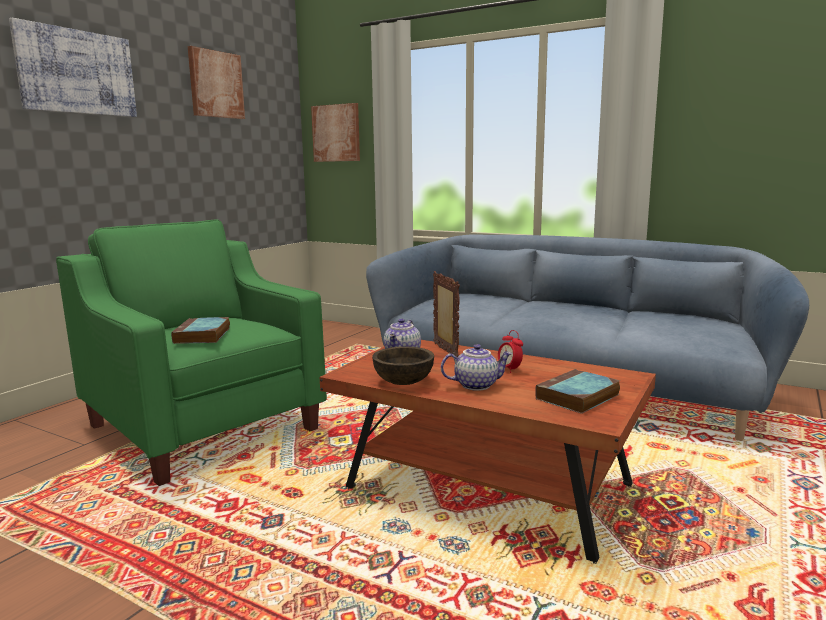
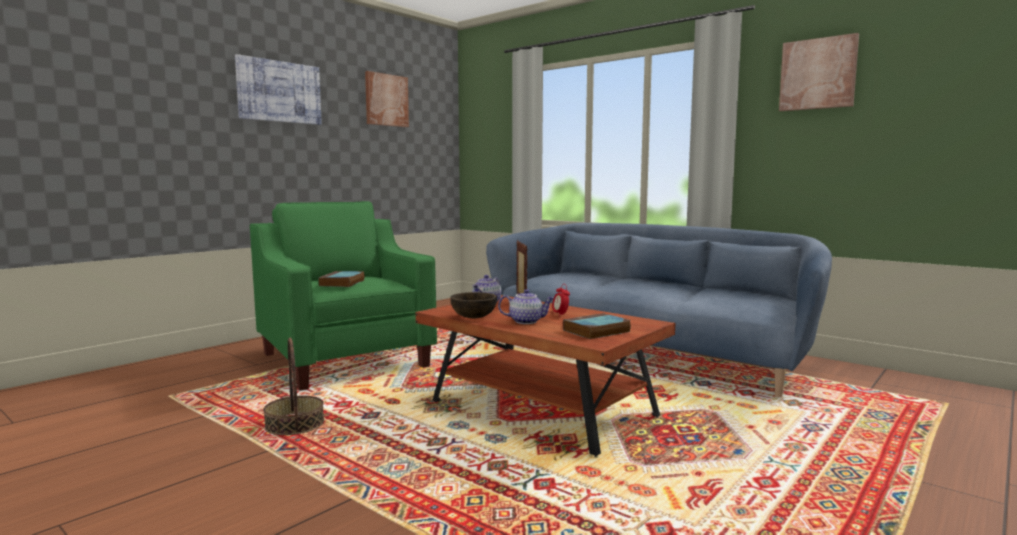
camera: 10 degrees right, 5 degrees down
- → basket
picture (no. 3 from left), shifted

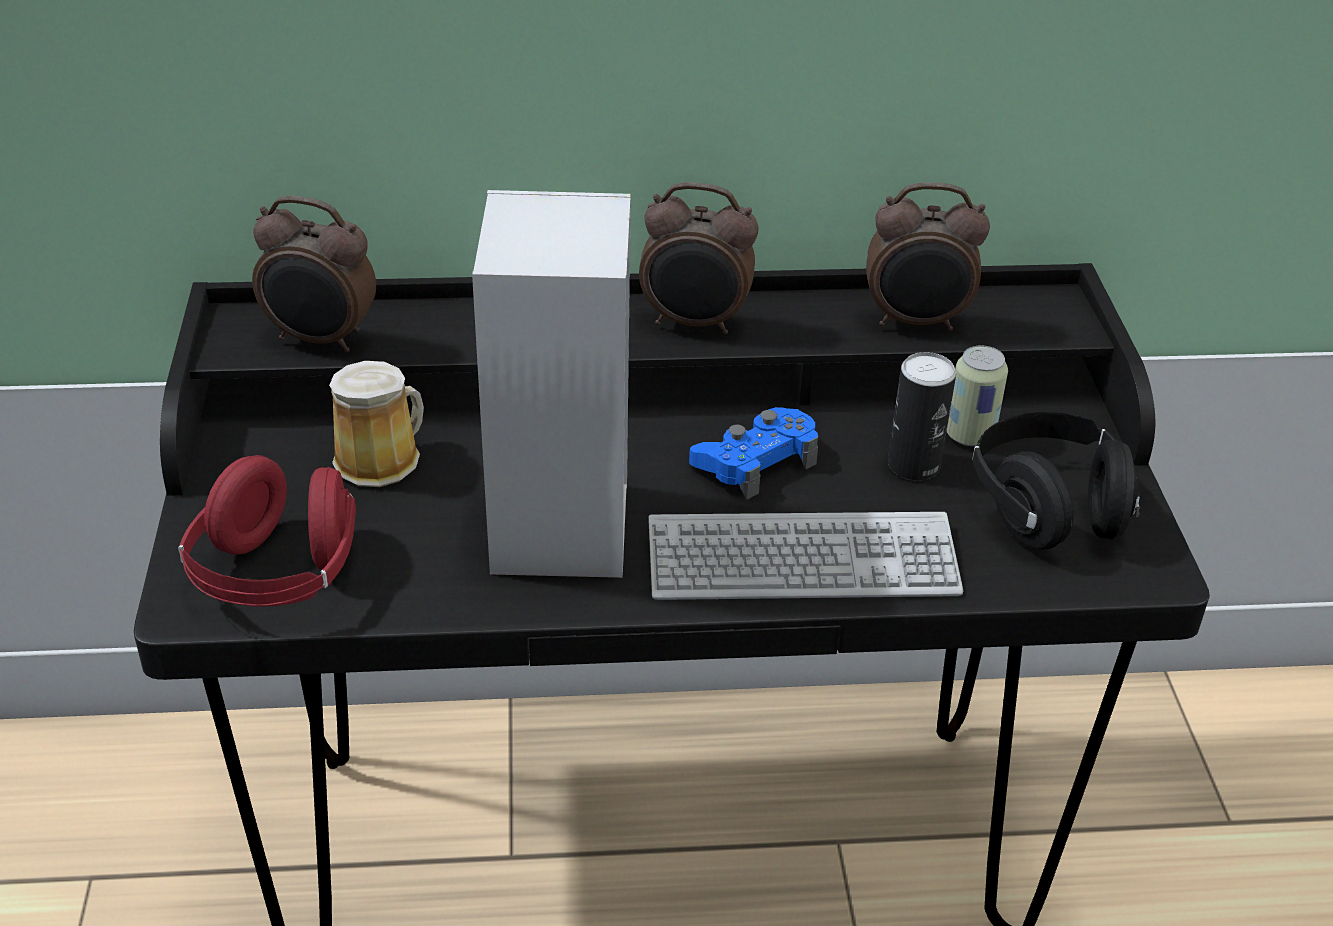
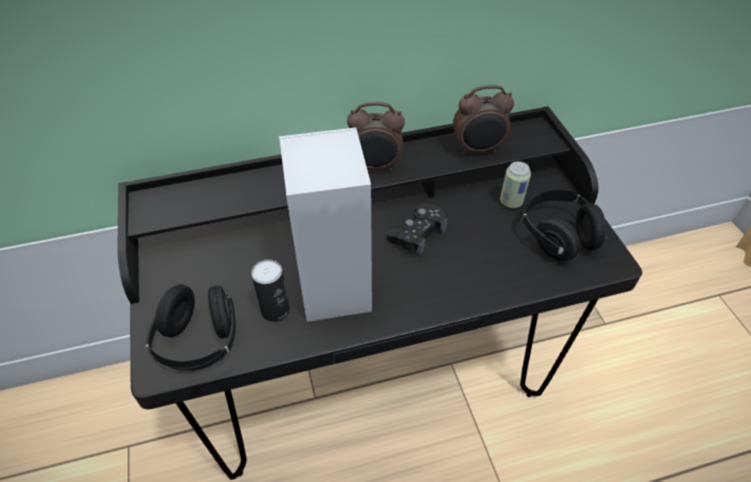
camera: 10 degrees left, 10 degrees up
alarm clock (no. 1 from left) → -
mug → -
keyboard → -
can (no. 1 from left), shifted
headphones in red → headphones in black (no. 1 from left)
game controller in blue → game controller in black

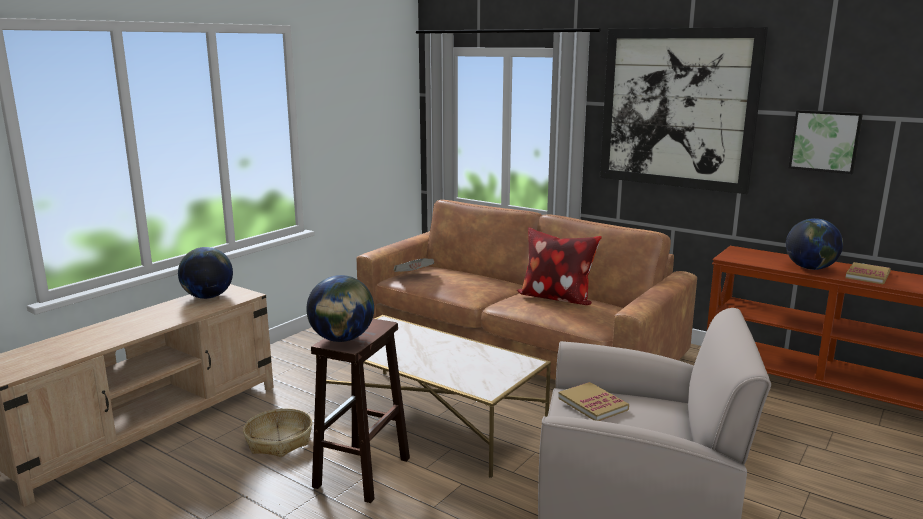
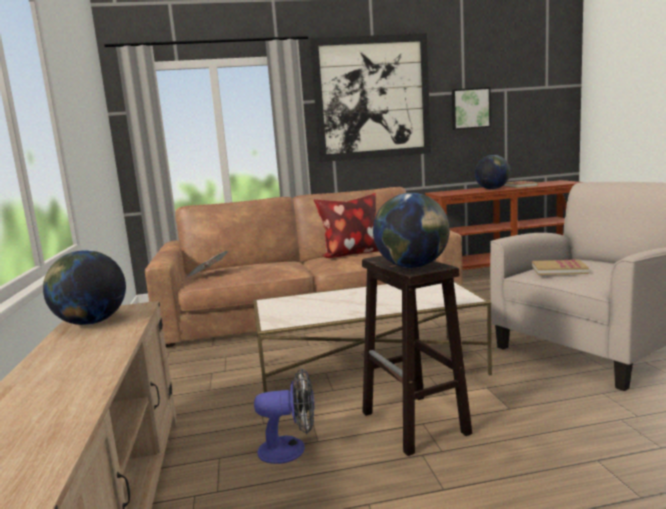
camera: 45 degrees left, 5 degrees down
basket → fan

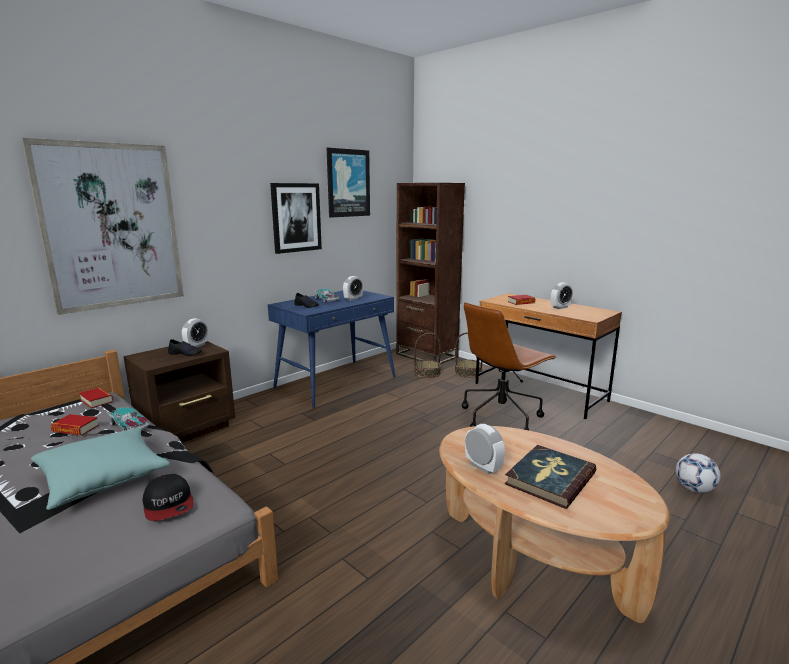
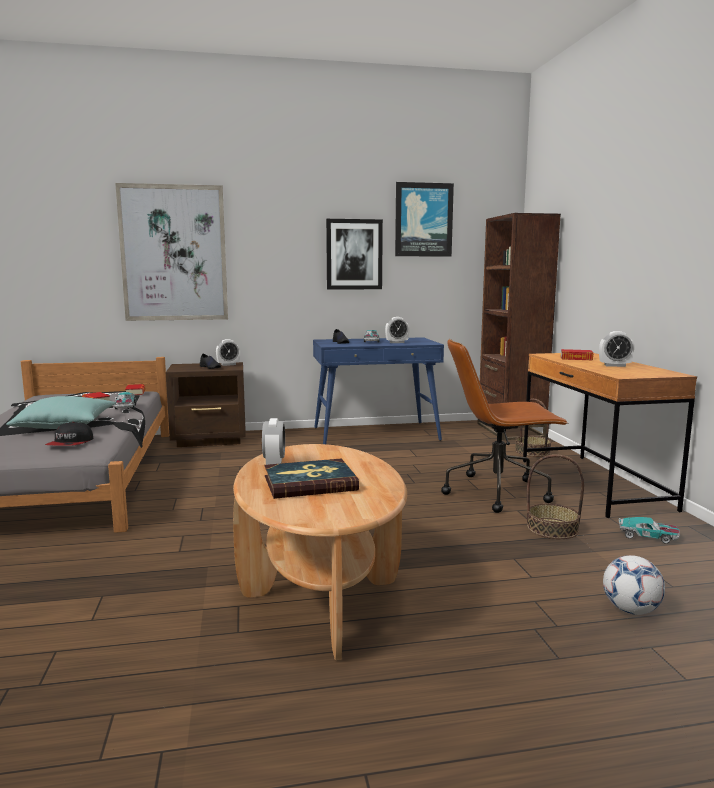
camera: 35 degrees right, 5 degrees down
- → toy car (no. 3 from left)
basket (no. 1 from left in the first image) → basket (no. 2 from left), shifted

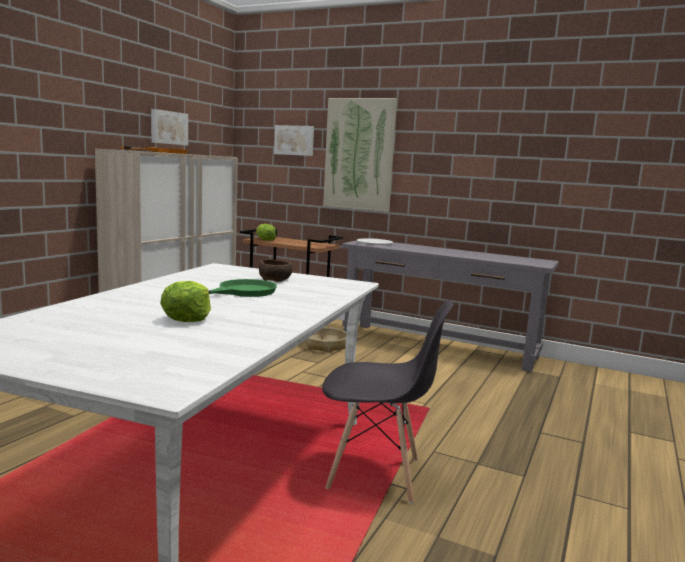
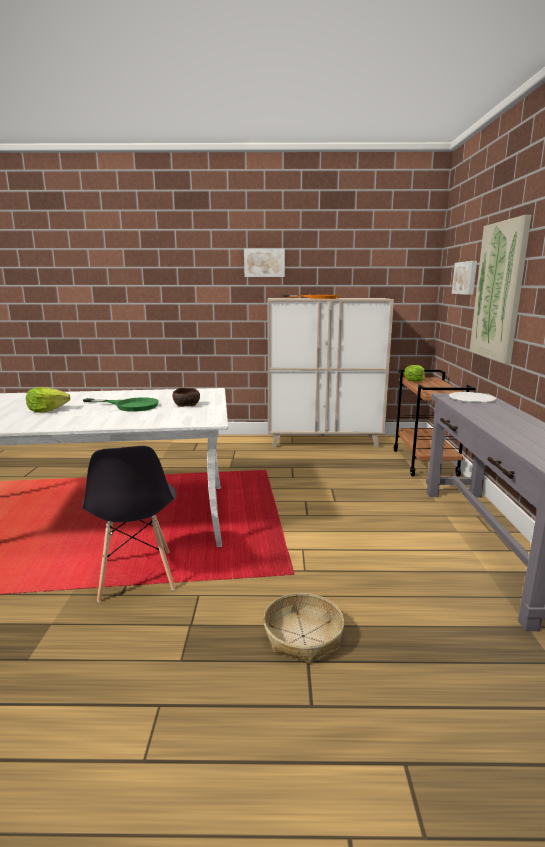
camera: 65 degrees right, 5 degrees up
picture (no. 1 from left), shifted
basket, shifted

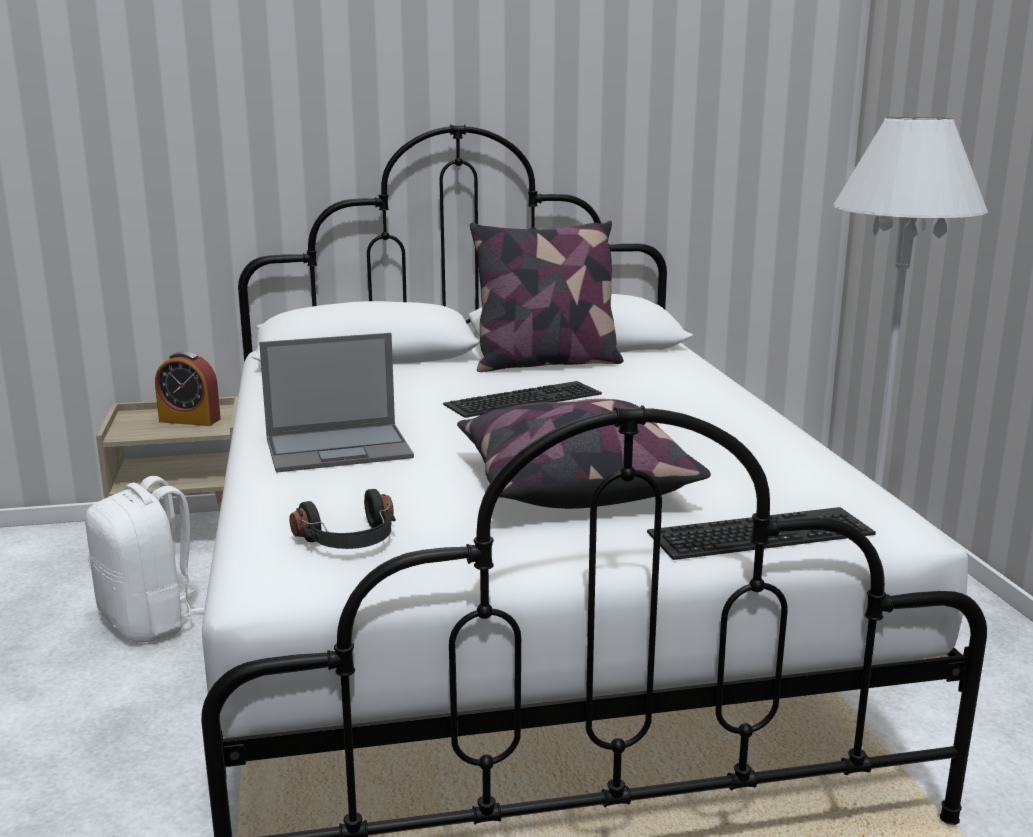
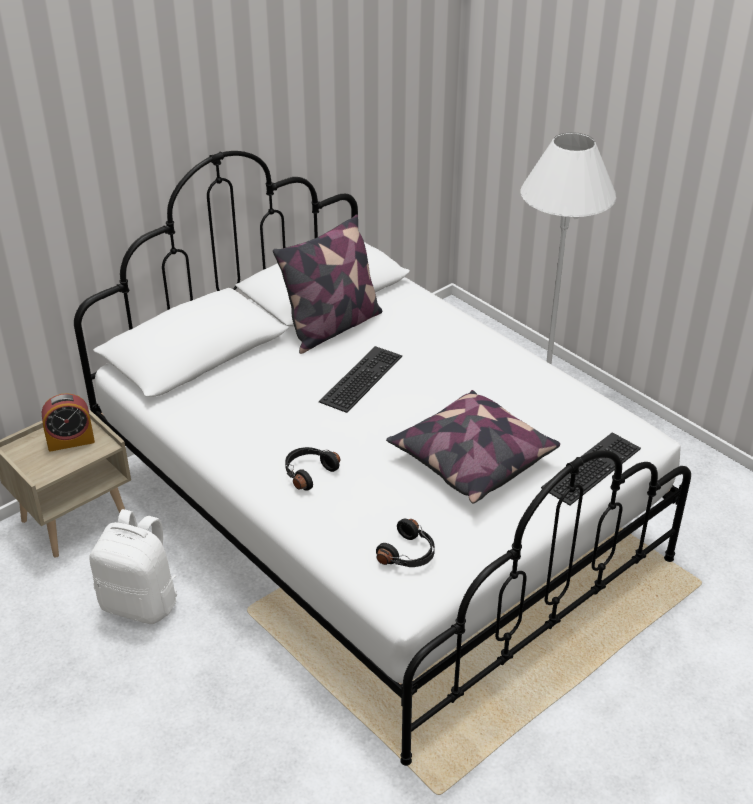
camera: 30 degrees left, 20 degrees up
laptop → headphones in black (no. 1 from left)

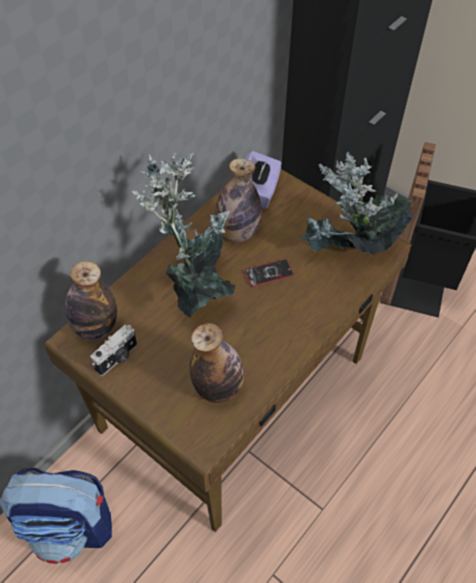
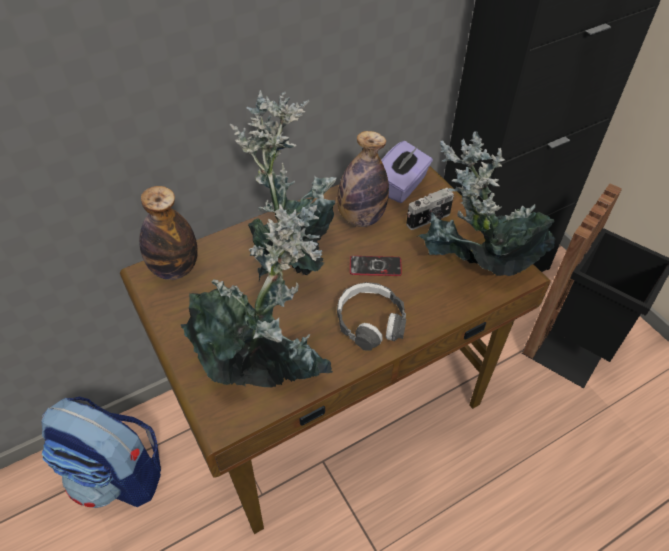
camera: 20 degrees right, 5 degrees down
- → headphones
photo camera, shifted
bottle (no. 2 from left) → potted plant (no. 1 from left)

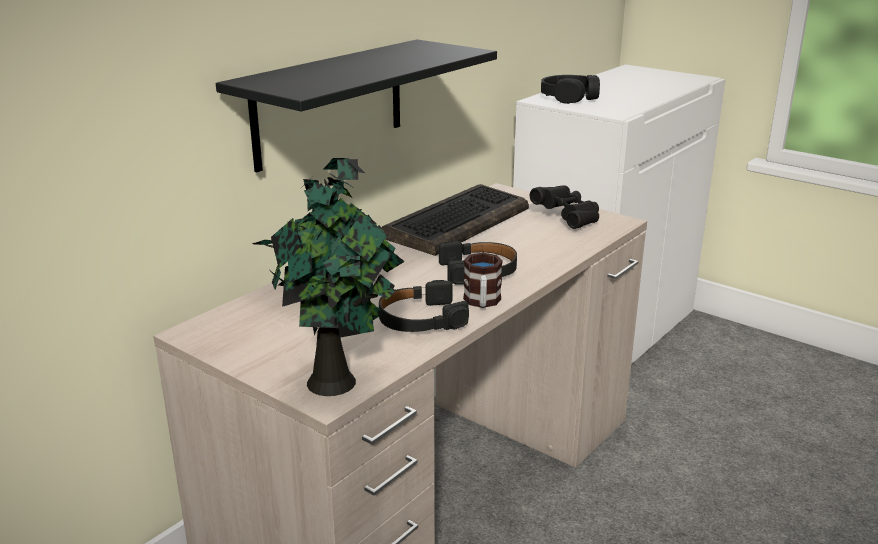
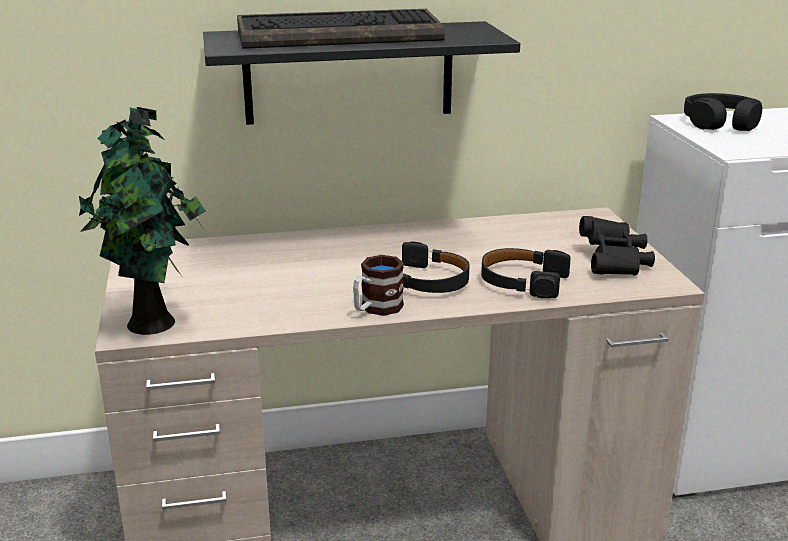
camera: 40 degrees right, 0 degrees up
headphones in black (no. 1 from left in the first image) → headphones in black (no. 2 from left), shifted
keyboard, shifted

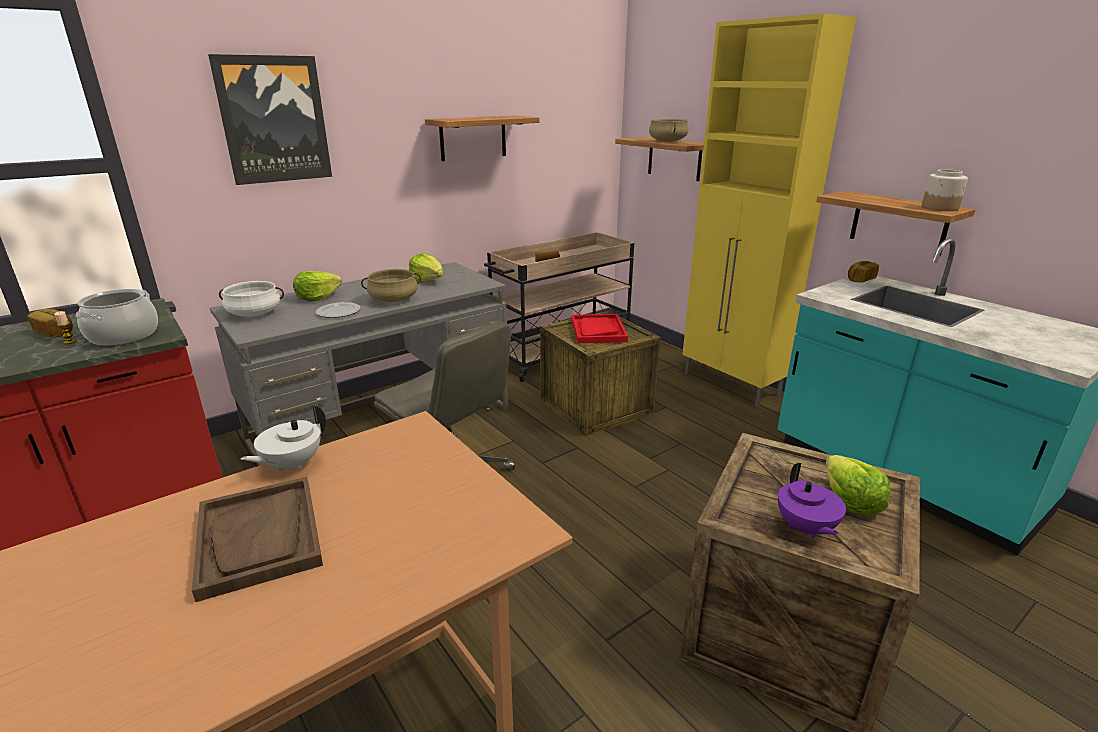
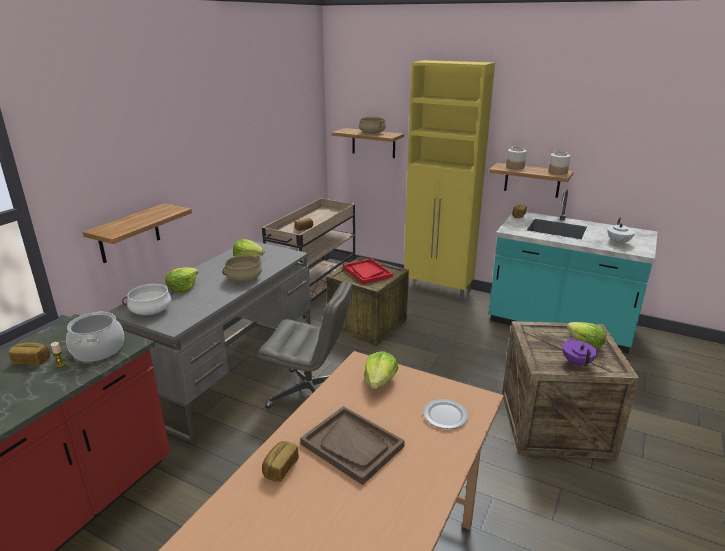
camera: 25 degrees left, 0 degrees up
picture → -
- → bread (no. 2 from left)
- → lettuce (no. 3 from left)
- → jar (no. 1 from left)
teapot in white, shifted
plate, shifted
shelf (no. 1 from left), shifted
teapot in purple, 150 degrees counterclockwise

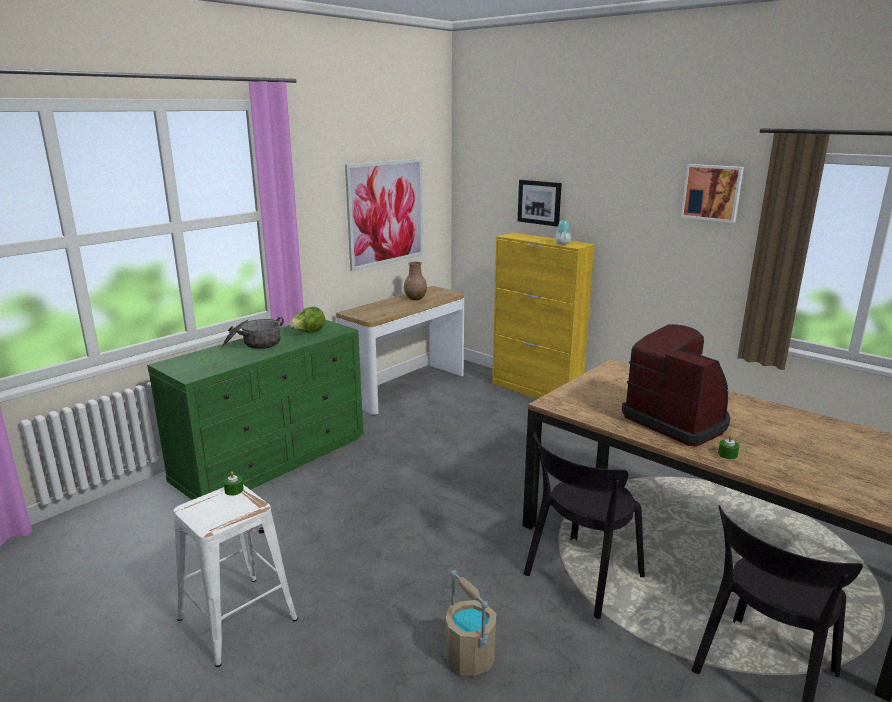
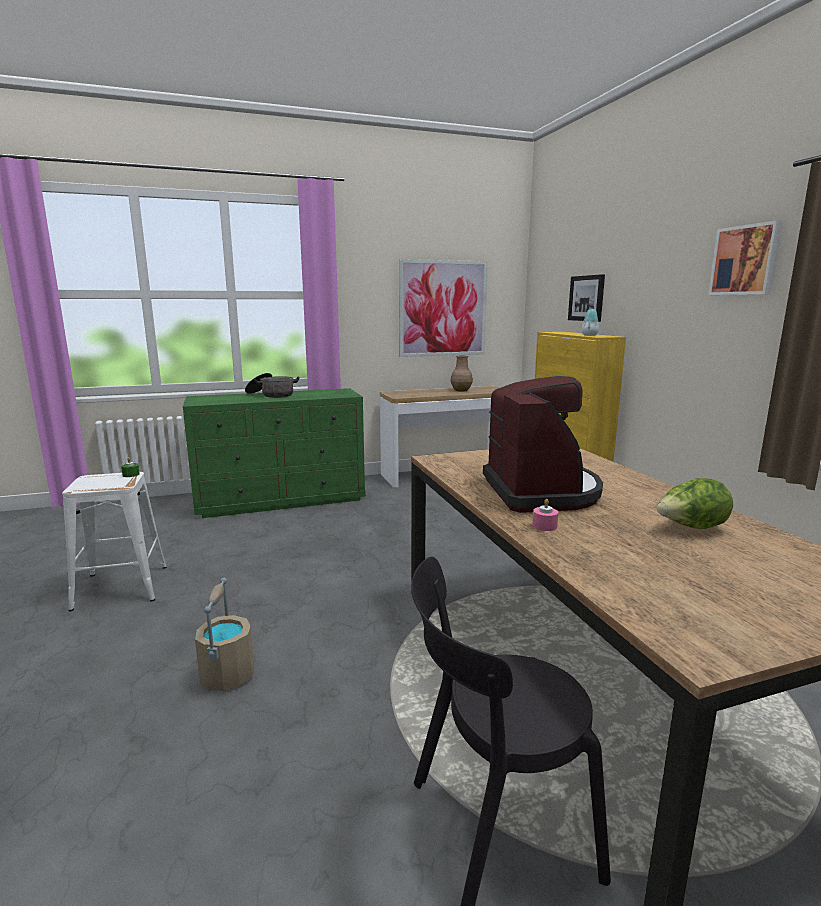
camera: 30 degrees right, 5 degrees down
chair in black (no. 1 from left) → -
lettuce, shifted
candle in green (no. 2 from left) → candle in pink

